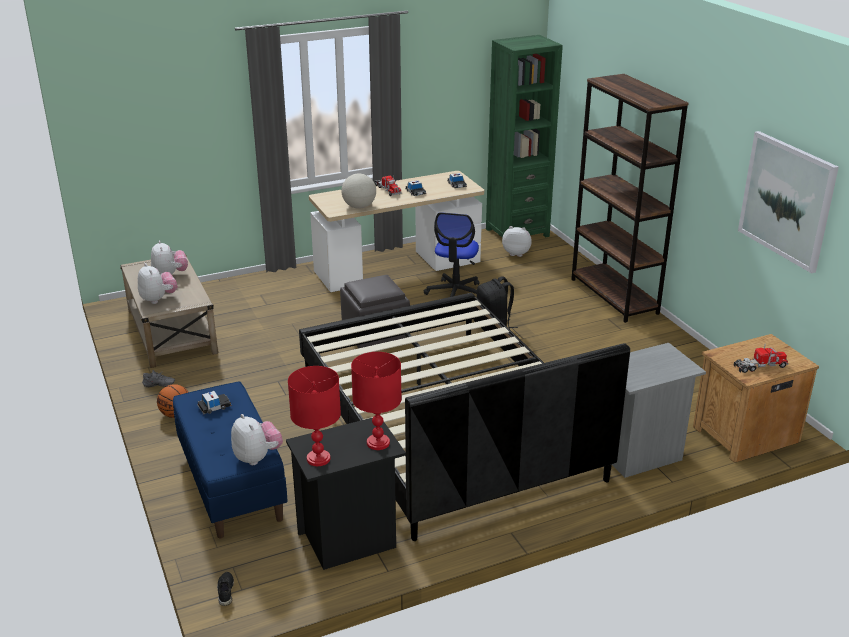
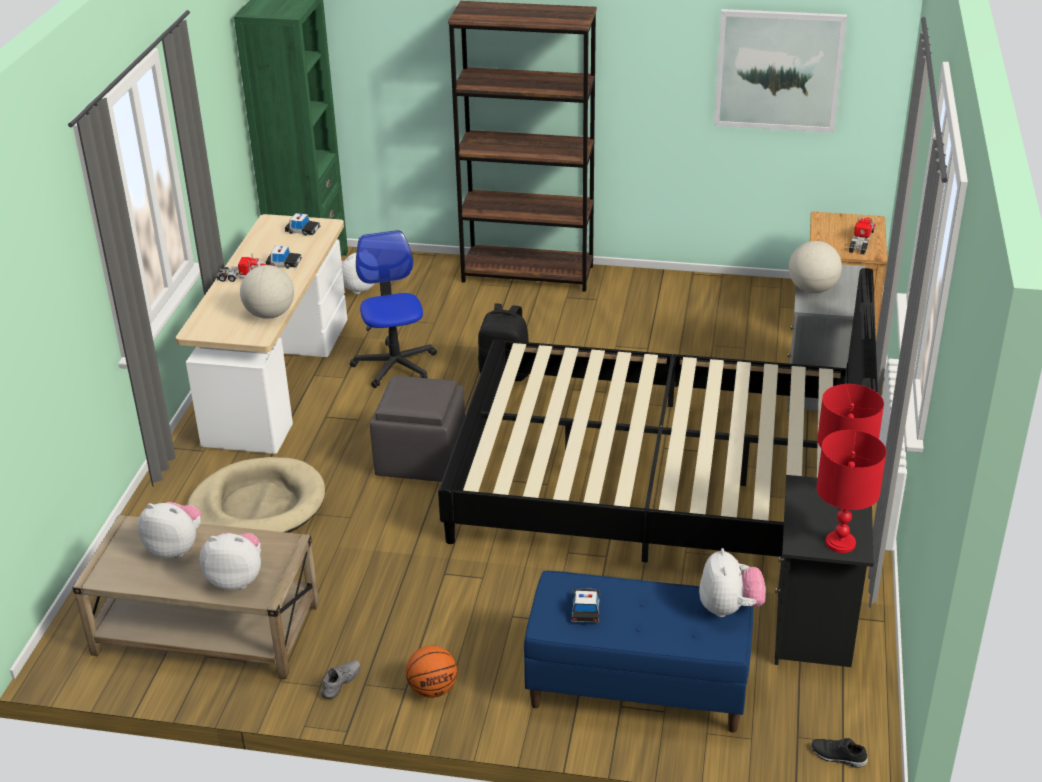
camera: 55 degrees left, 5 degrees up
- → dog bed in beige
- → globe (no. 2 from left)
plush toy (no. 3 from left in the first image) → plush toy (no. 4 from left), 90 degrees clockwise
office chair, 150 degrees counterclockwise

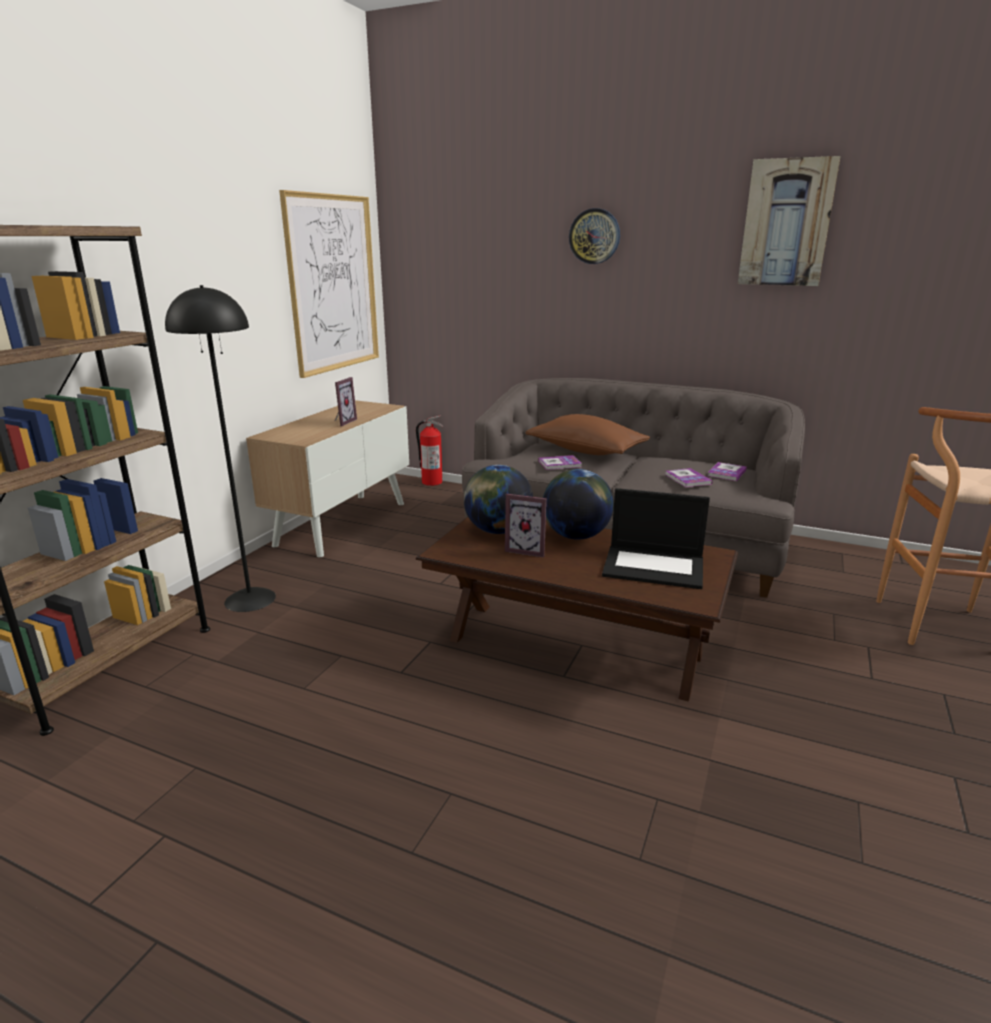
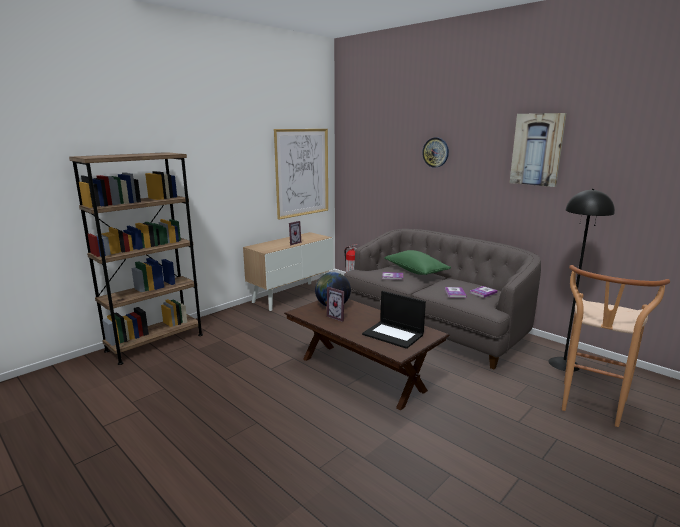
camera: 20 degrees right, 5 degrees down
globe (no. 2 from left) → -
floor lamp in black, shifted
pillow in brown → pillow in green

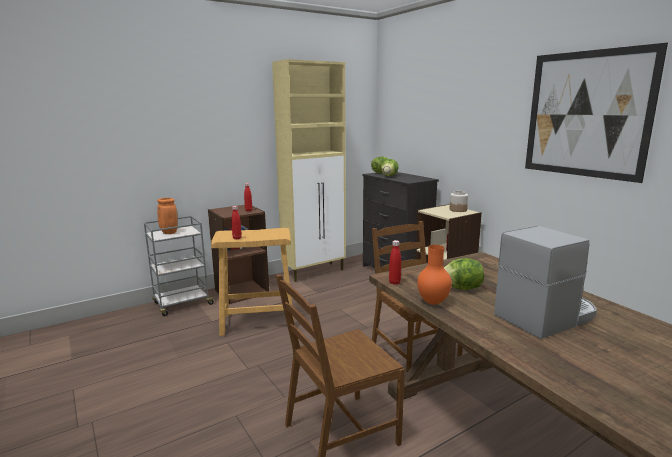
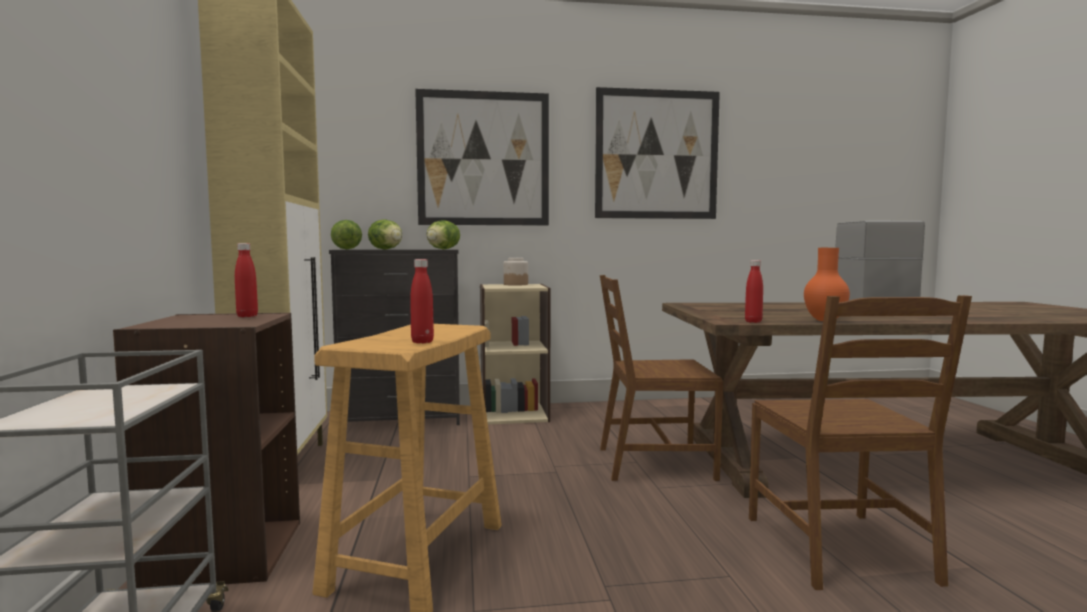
camera: 65 degrees left, 10 degrees down
vase in orange (no. 1 from left) → -
- → picture (no. 1 from left)
lettuce (no. 3 from left), shifted

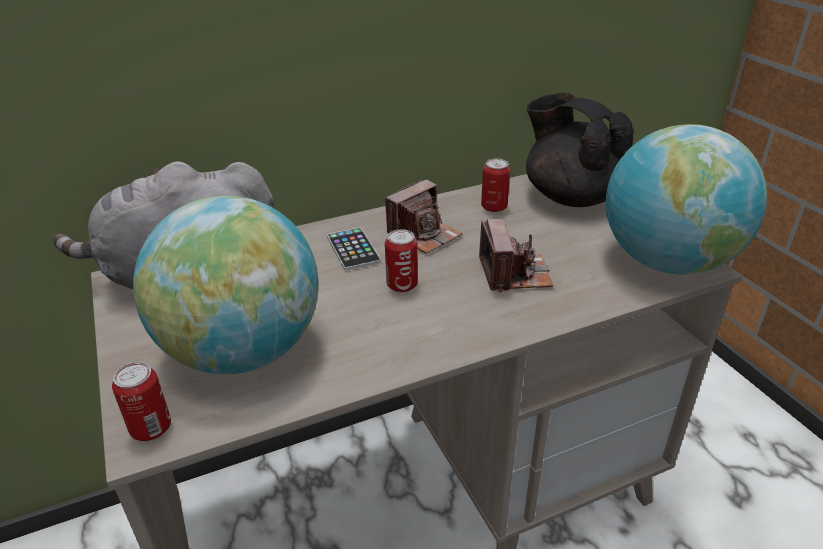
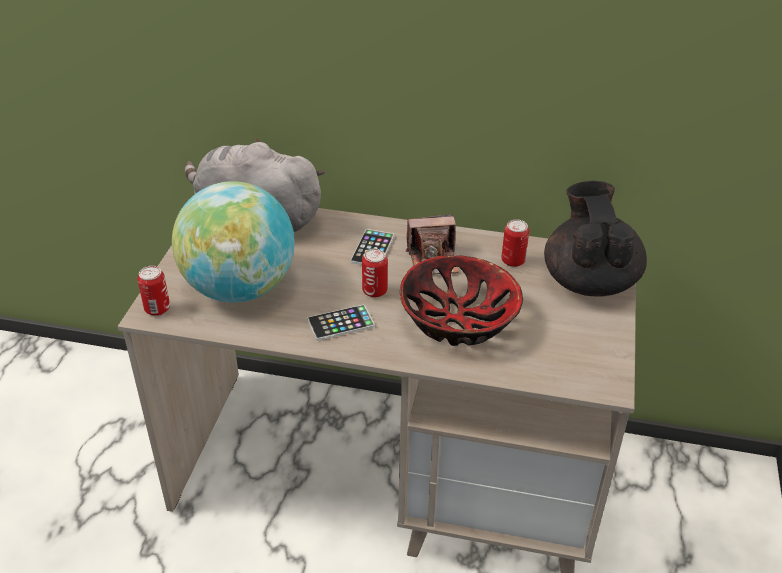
camera: 35 degrees right, 5 degrees up
globe (no. 2 from left) → -
- → phone (no. 1 from left)
photo camera (no. 2 from left) → bowl

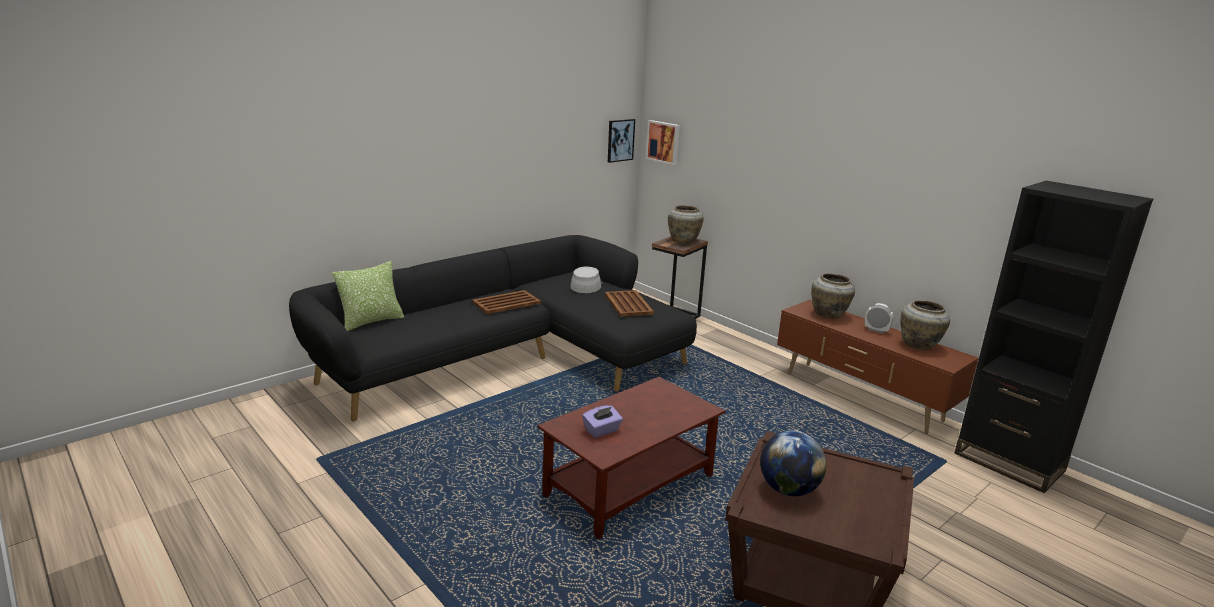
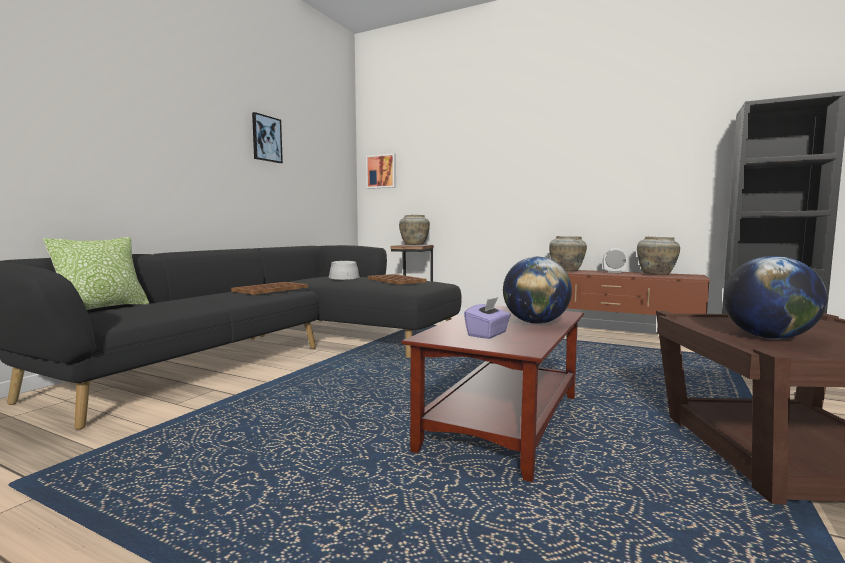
camera: 20 degrees left, 15 degrees down
- → globe (no. 1 from left)
picture (no. 1 from left), shifted

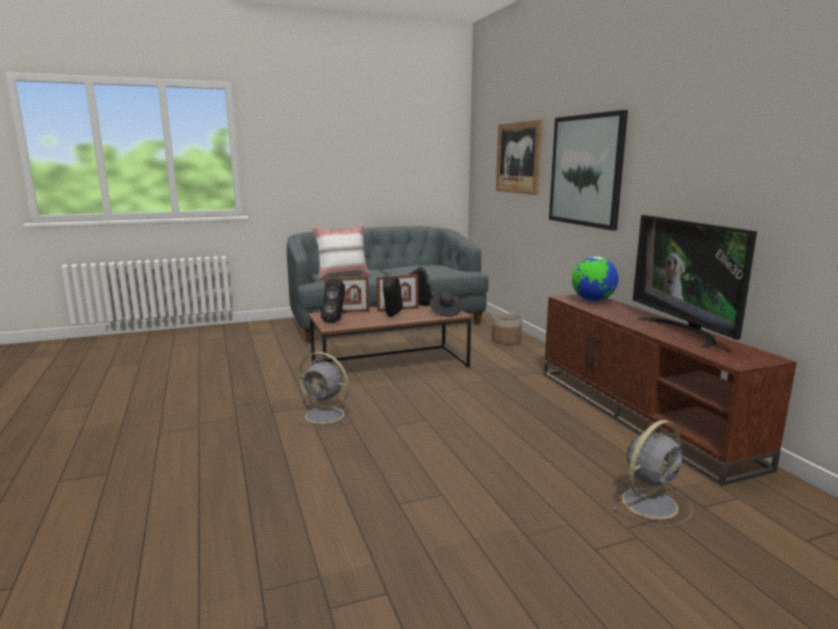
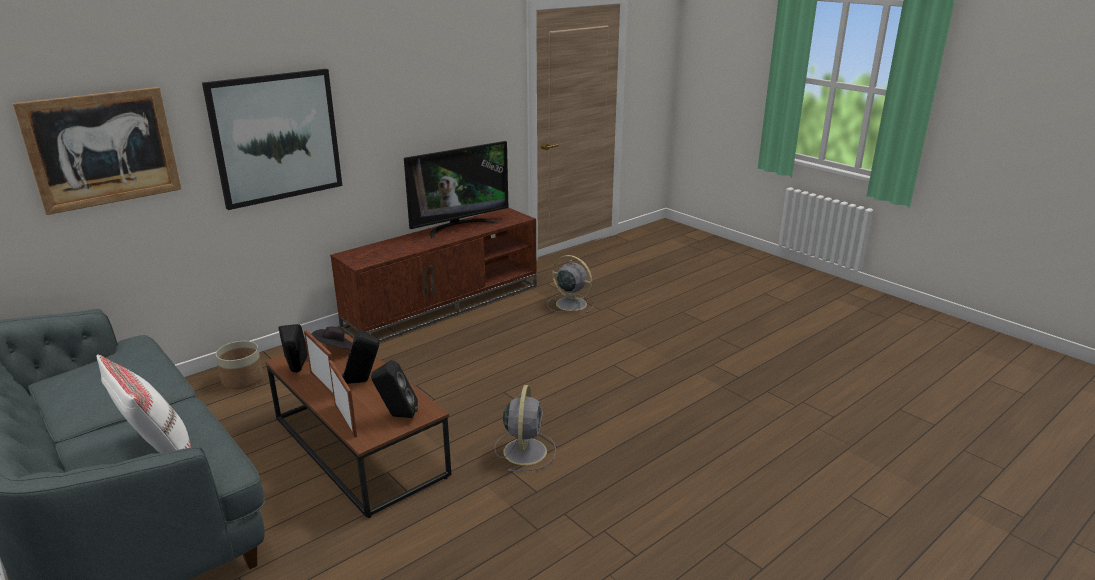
camera: 110 degrees left, 10 degrees up
globe → -

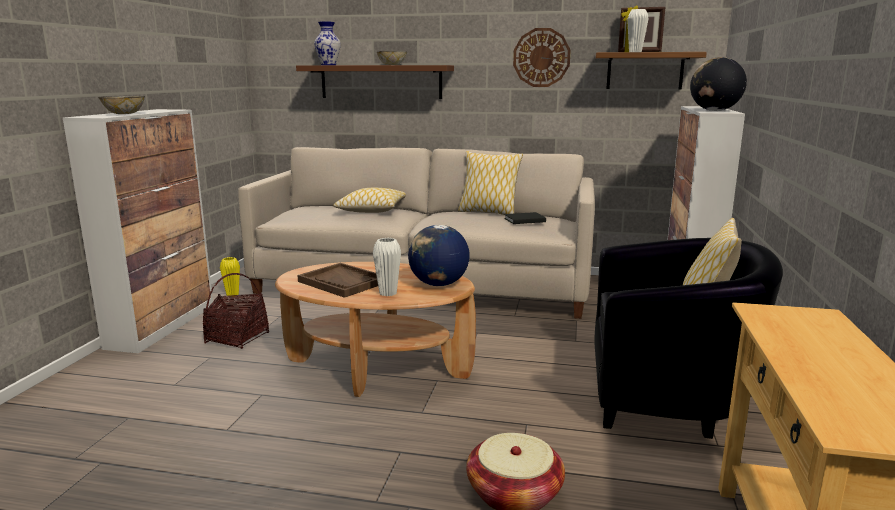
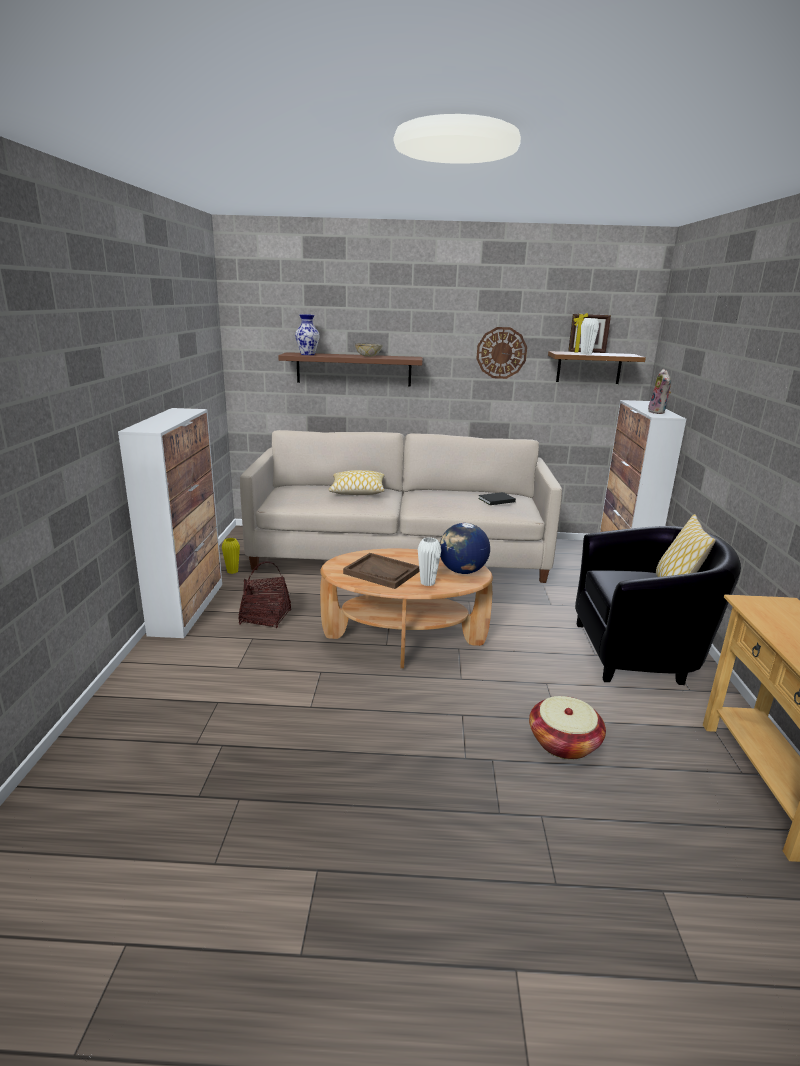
camera: 10 degrees left, 5 degrees up
bowl (no. 1 from left) → -
pillow (no. 2 from left) → -
globe (no. 2 from left) → plush toy

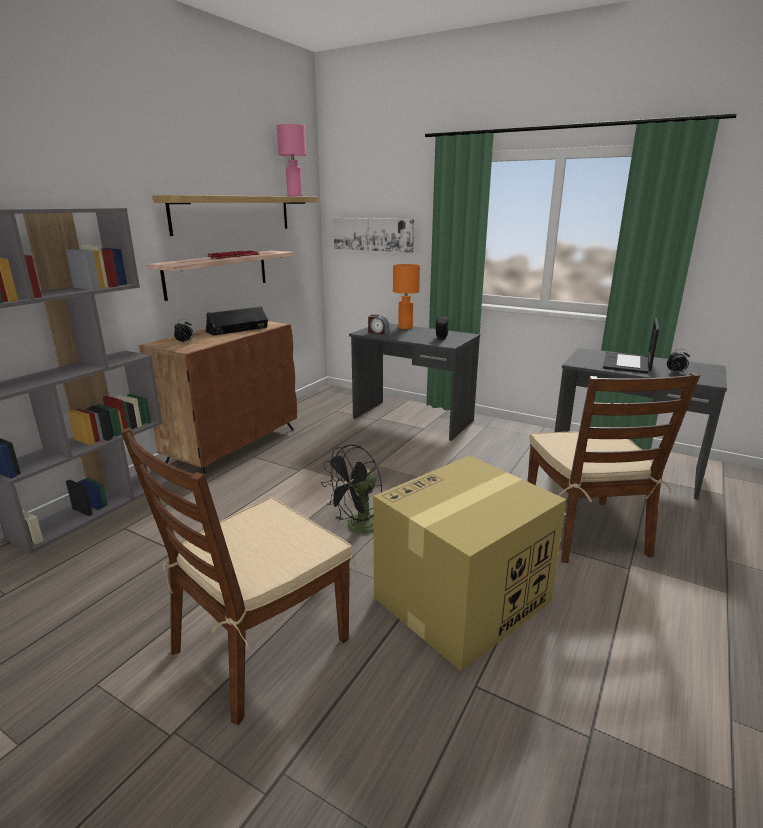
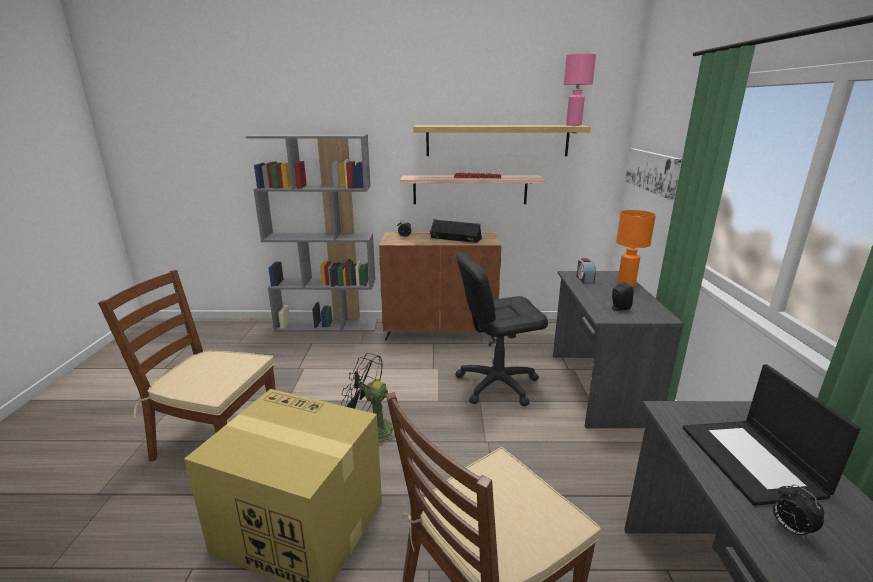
camera: 60 degrees right, 0 degrees up
- → office chair in black
laptop, 90 degrees counterclockwise

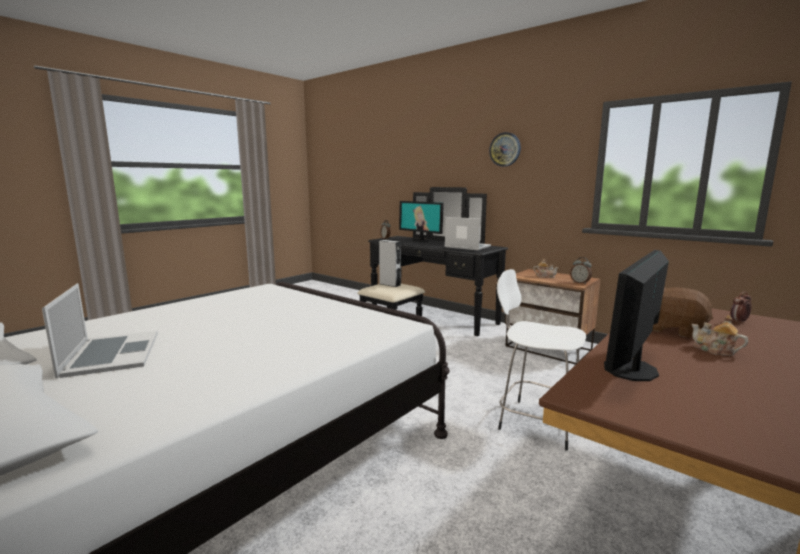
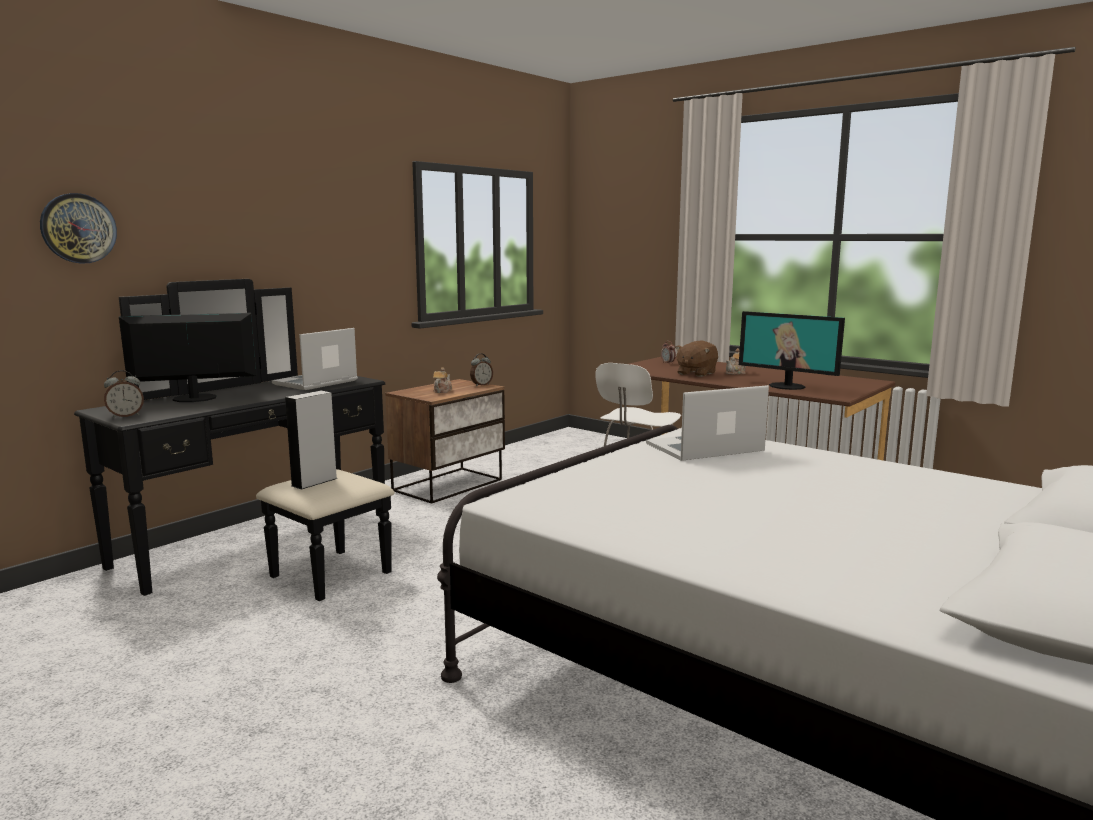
camera: 90 degrees left, 0 degrees up
laptop (no. 1 from left in the first image) → laptop (no. 2 from left), shifted
wall clock, shifted
monitor (no. 1 from left), 150 degrees counterclockwise

